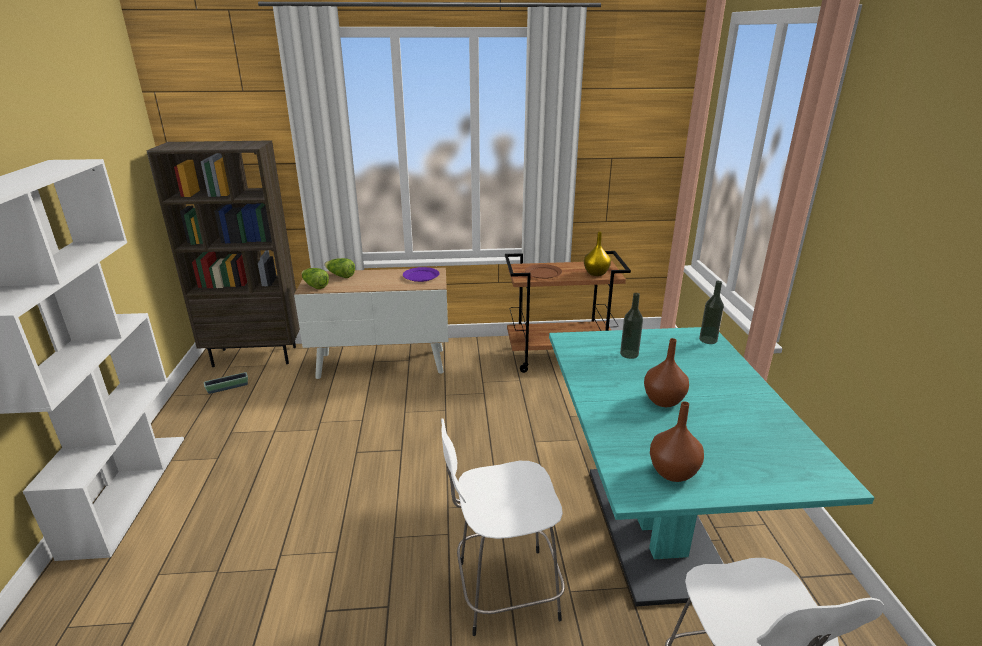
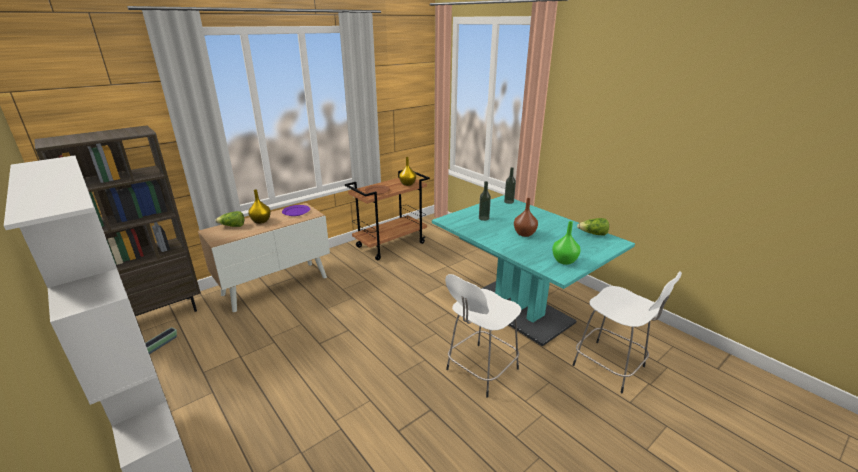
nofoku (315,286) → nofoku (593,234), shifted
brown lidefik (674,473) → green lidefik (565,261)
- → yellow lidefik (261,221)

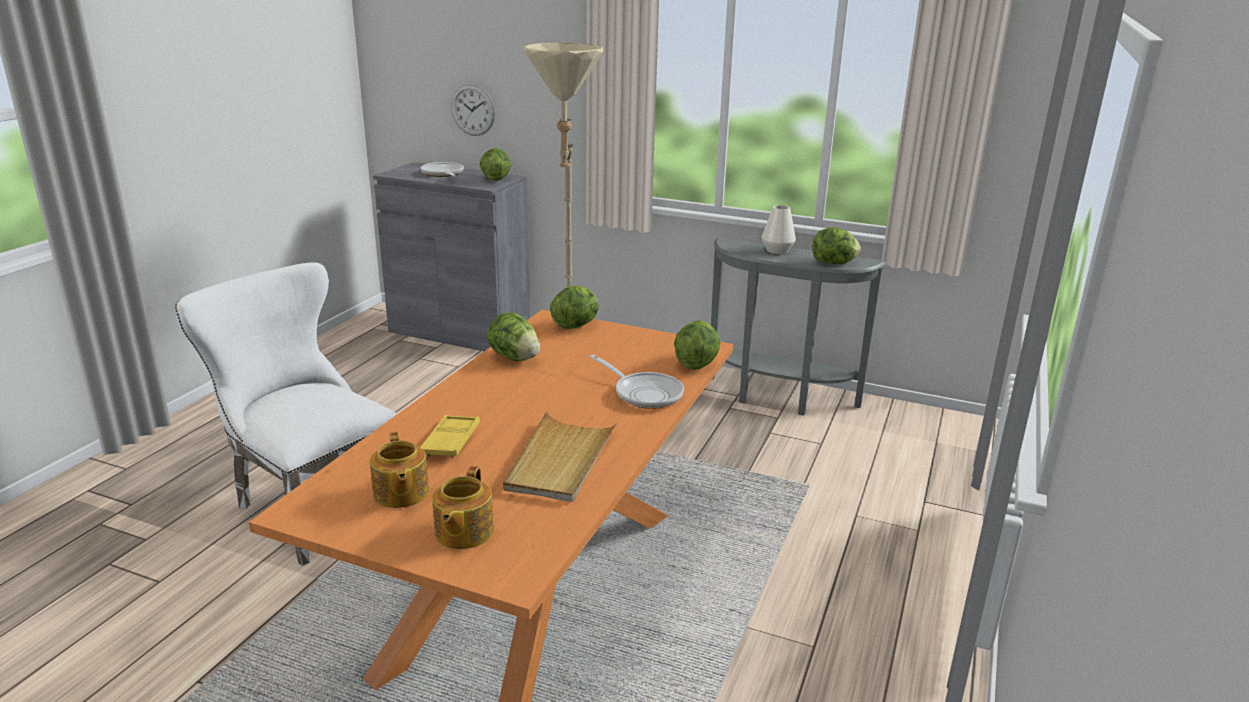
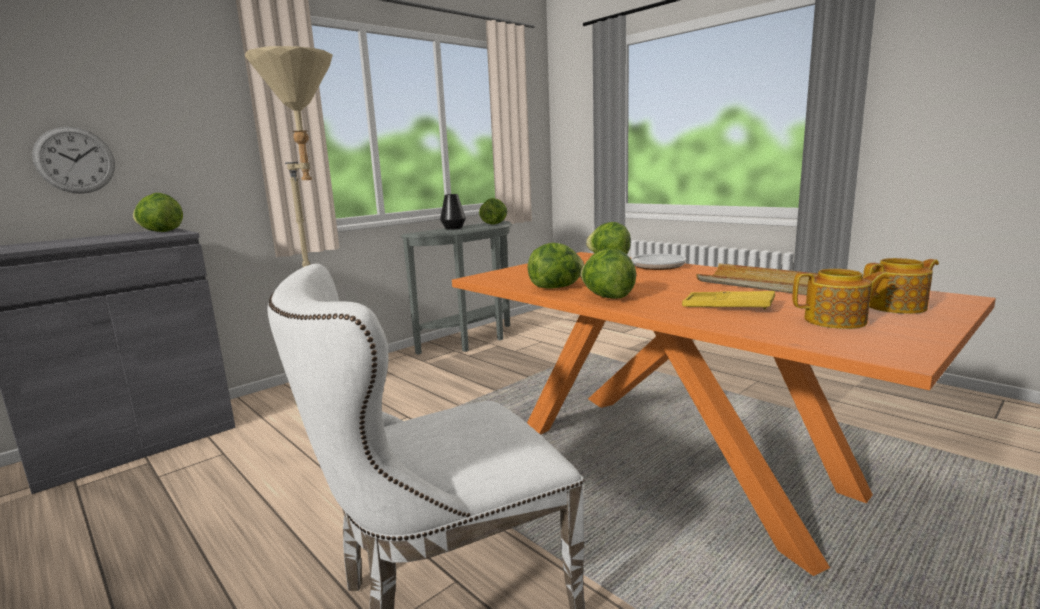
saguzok (443,174) → -
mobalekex (463,532) → mobalekex (897,307), 45 degrees counterclockwise
nofoku (576,325) → nofoku (607,297), shifted
white lidefik (777,250) → black lidefik (453,228)

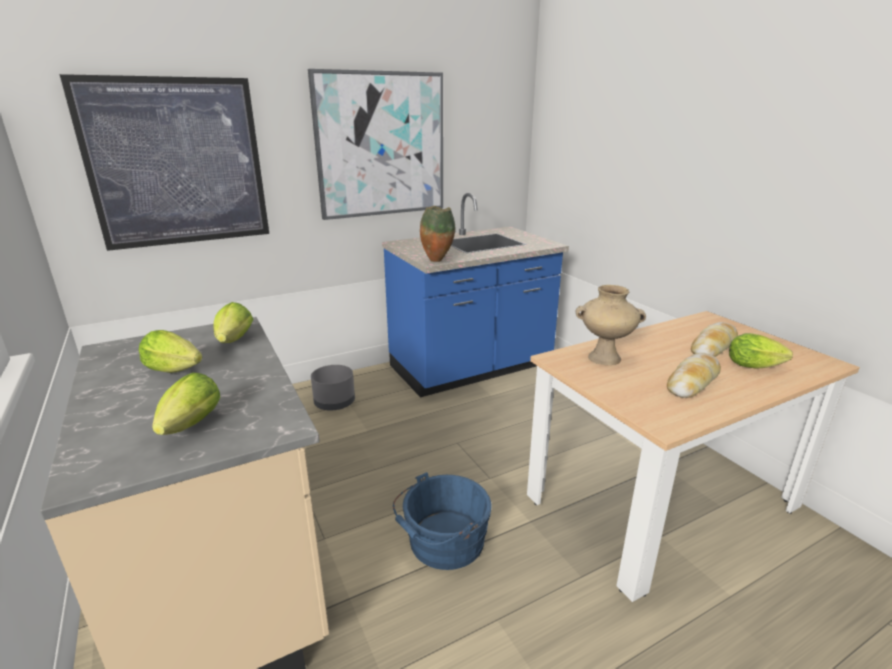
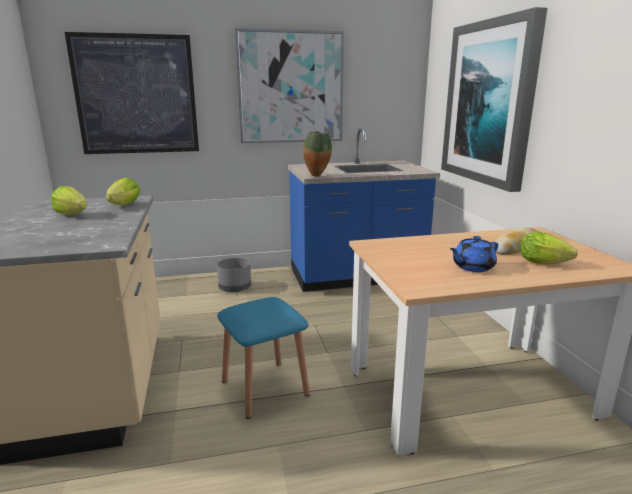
nofoku (189,427) → -
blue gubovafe (443,542) → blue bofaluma (264,388)
beige lidefik (605,358) → -
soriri (692,382) → blue mobalekex (472,267)
- → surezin (489,103)

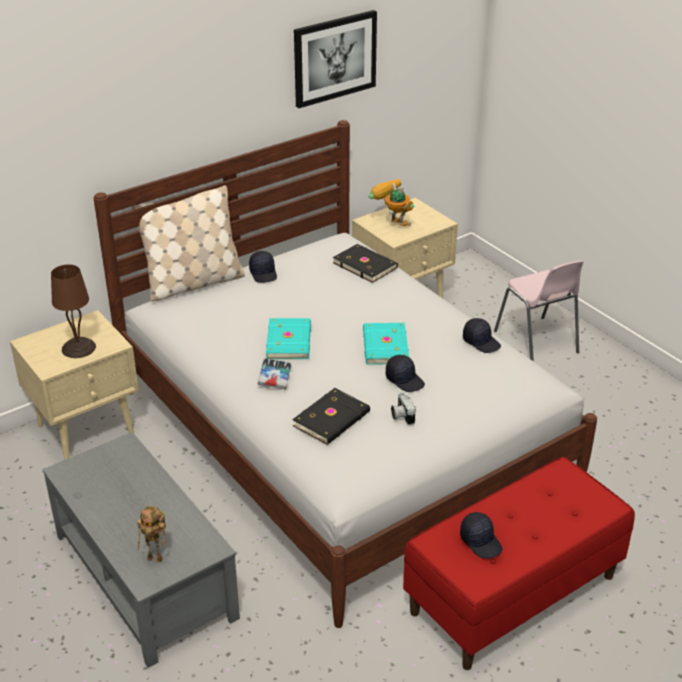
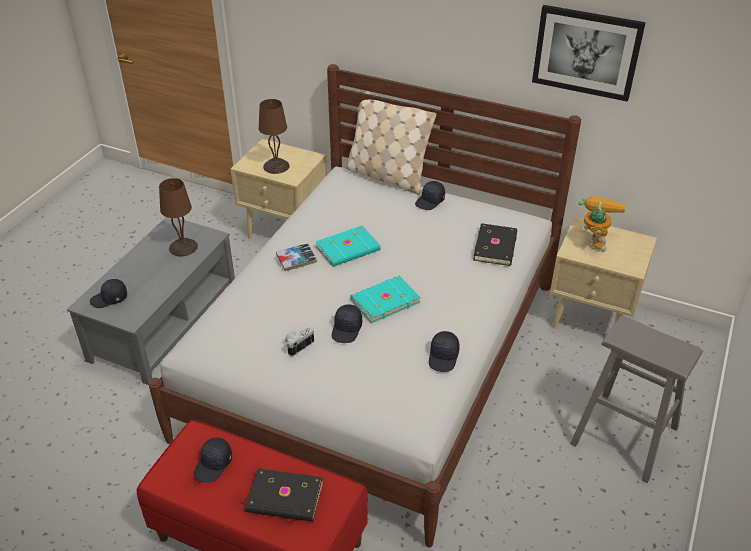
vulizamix (156,558) → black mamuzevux (109,299)
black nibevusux (332,419) → black nibevusux (285,499), shifted
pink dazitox (536,342) → grey bofaluma (624,435)
- → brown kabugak (183,247)

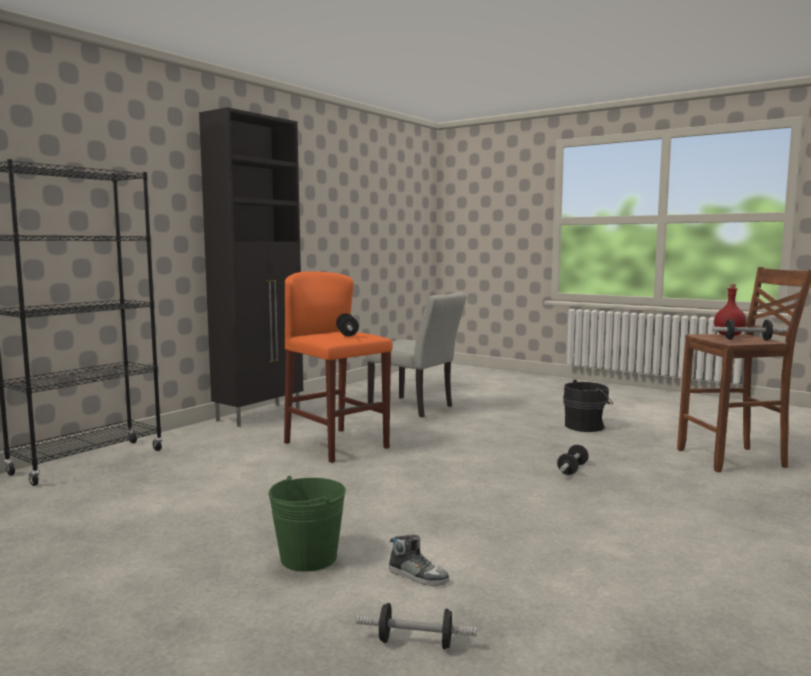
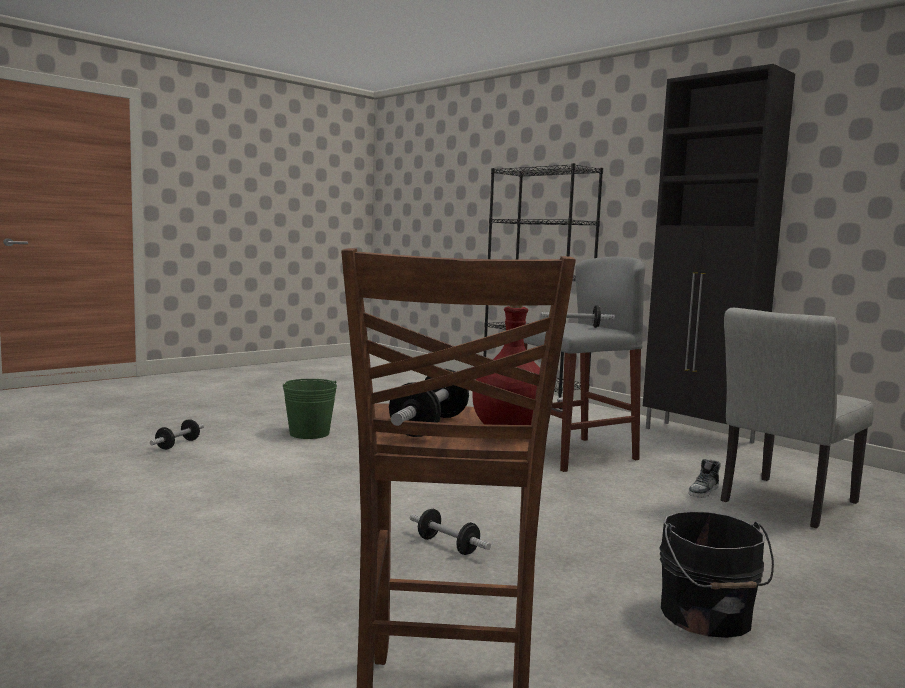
orange bofaluma (336,445) → grey bofaluma (574,454)
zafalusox (418,576) → zafalusox (703,491), shifted

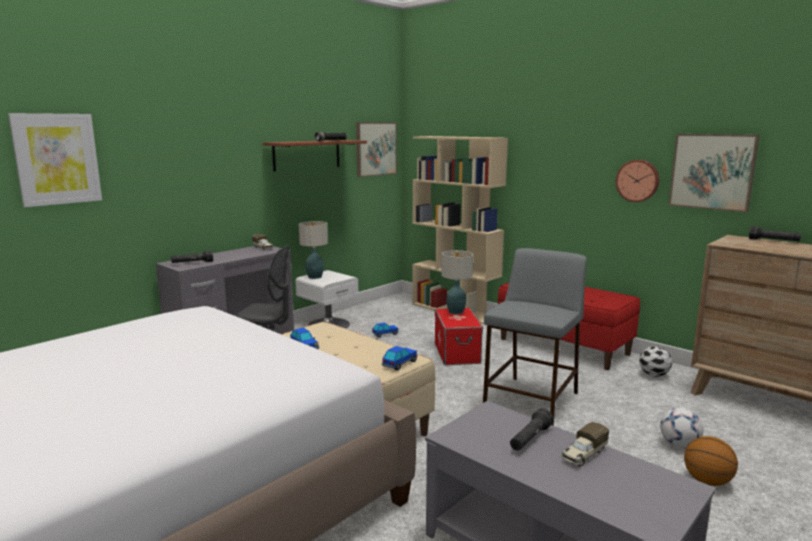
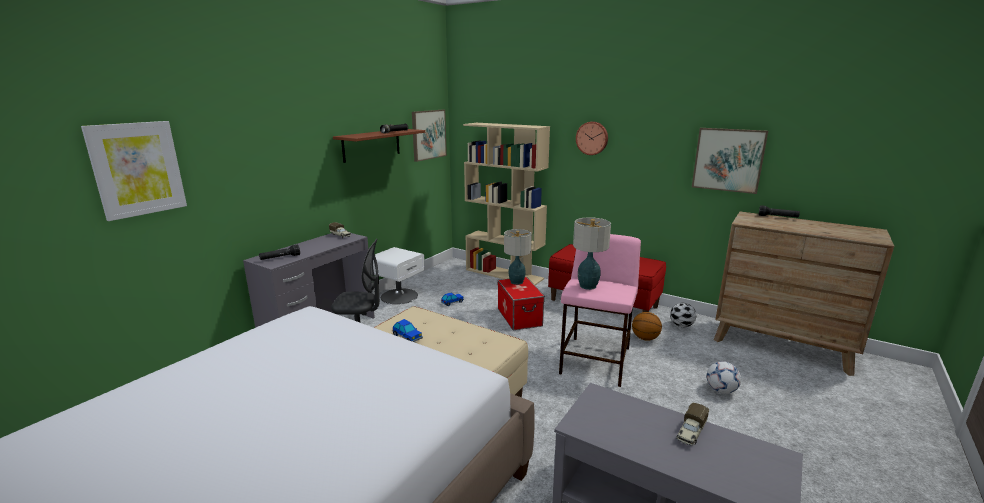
kabugak (315,277) → kabugak (587,286), shifted
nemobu (399,364) → -
grey bofaluma (531,402) → pink bofaluma (595,361)
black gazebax (530,439) → -
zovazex (638,180) → zovazex (592,138), shifted
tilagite (707,481) → tilagite (645,338), shifted

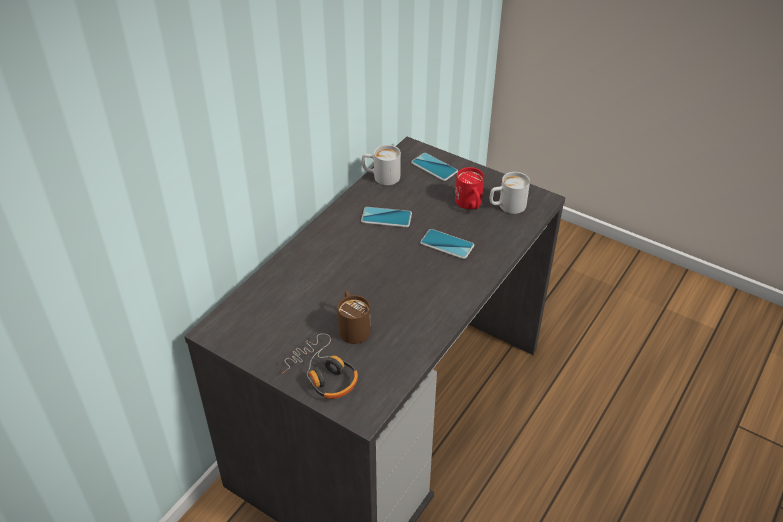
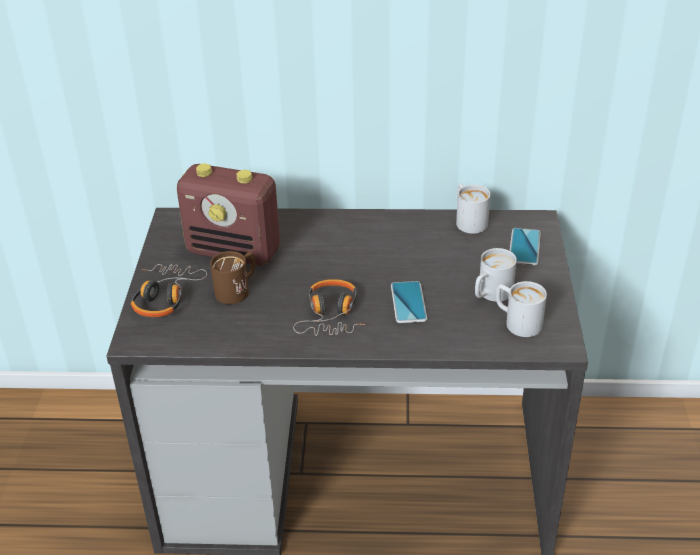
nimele (386,217) → -
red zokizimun (470,204) → white zokizimun (490,294)
- → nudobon (235,251)
- → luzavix (331,316)

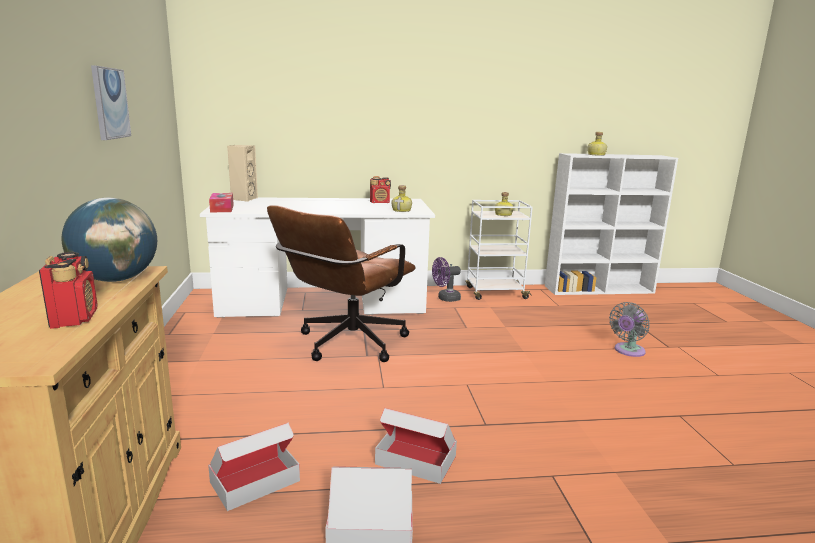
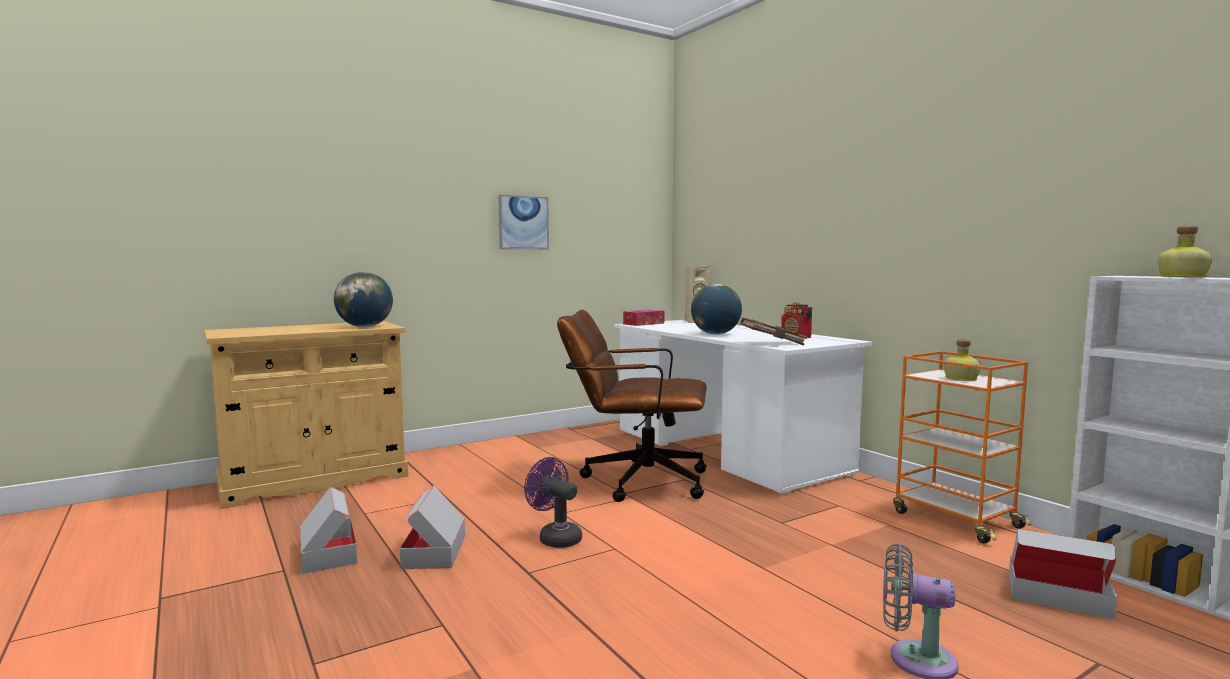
nudobon (74,318) → -
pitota (255,481) → pitota (1058,596), shifted
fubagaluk (402,210) → brown nibevusux (772,343)
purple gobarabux (445,298) → purple gobarabux (555,538), shifted
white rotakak (495,293) → orange rotakak (954,519)
- → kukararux (716,334)

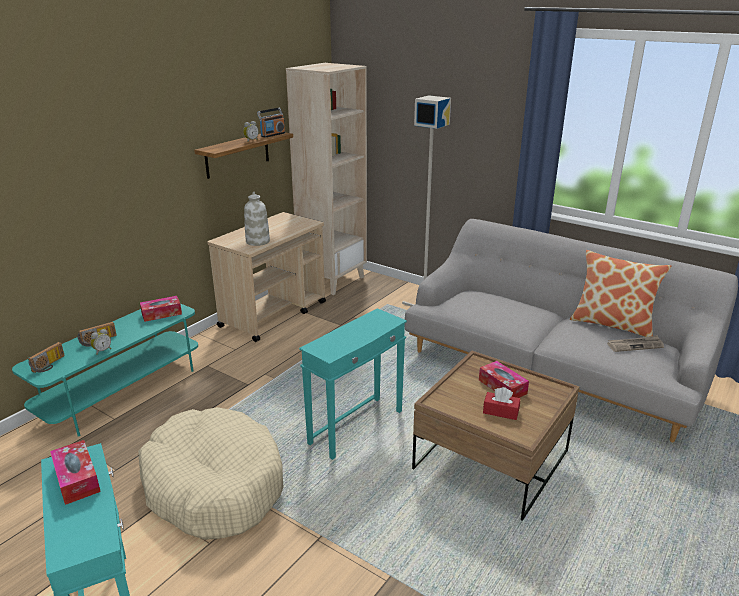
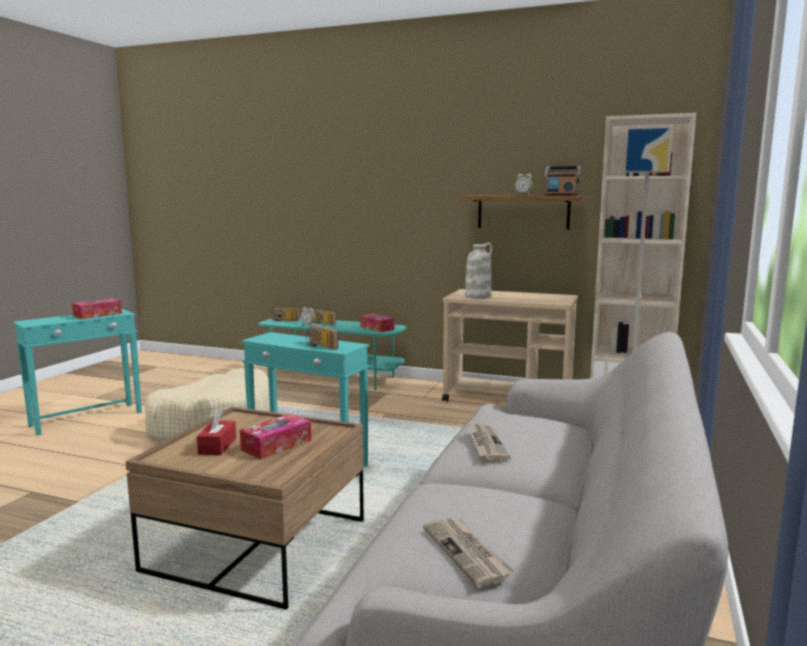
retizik (612,324) → -
- → nudobon (319,346)
- → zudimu (485,444)

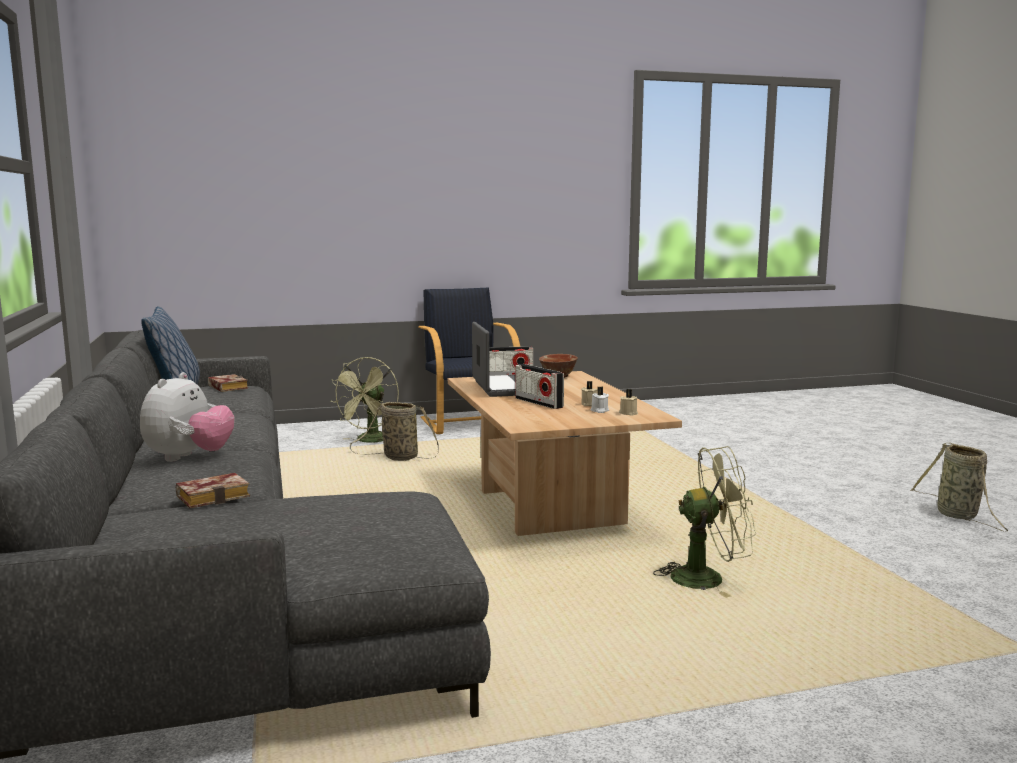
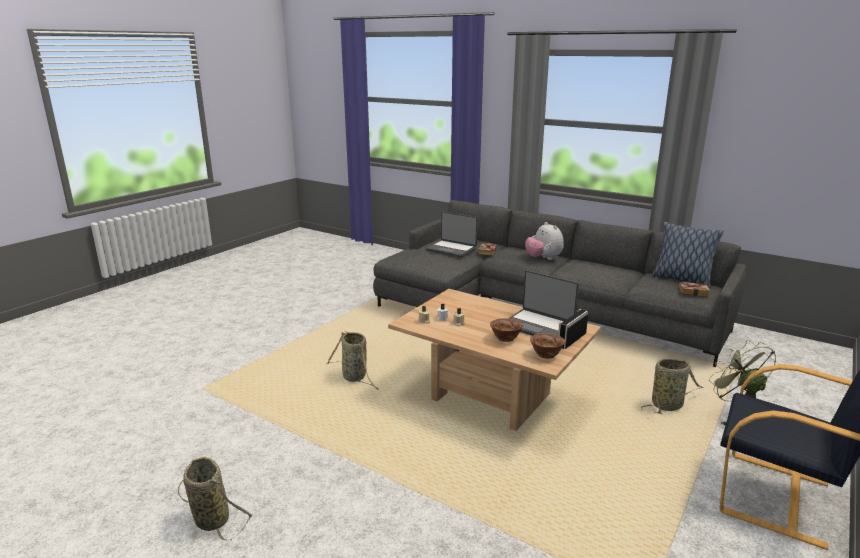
nudobon (539,403) → -
green gobarabux (708,578) → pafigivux (355,377)
- → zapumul (451,249)
- → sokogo (505,339)

